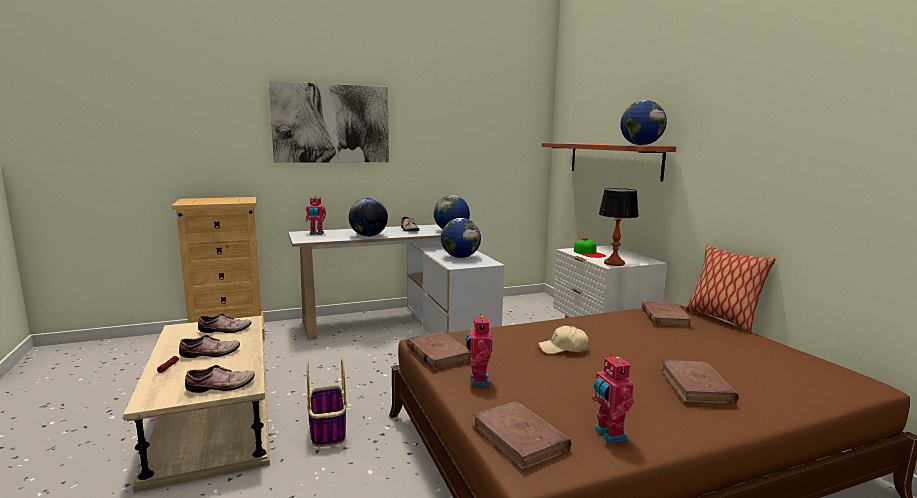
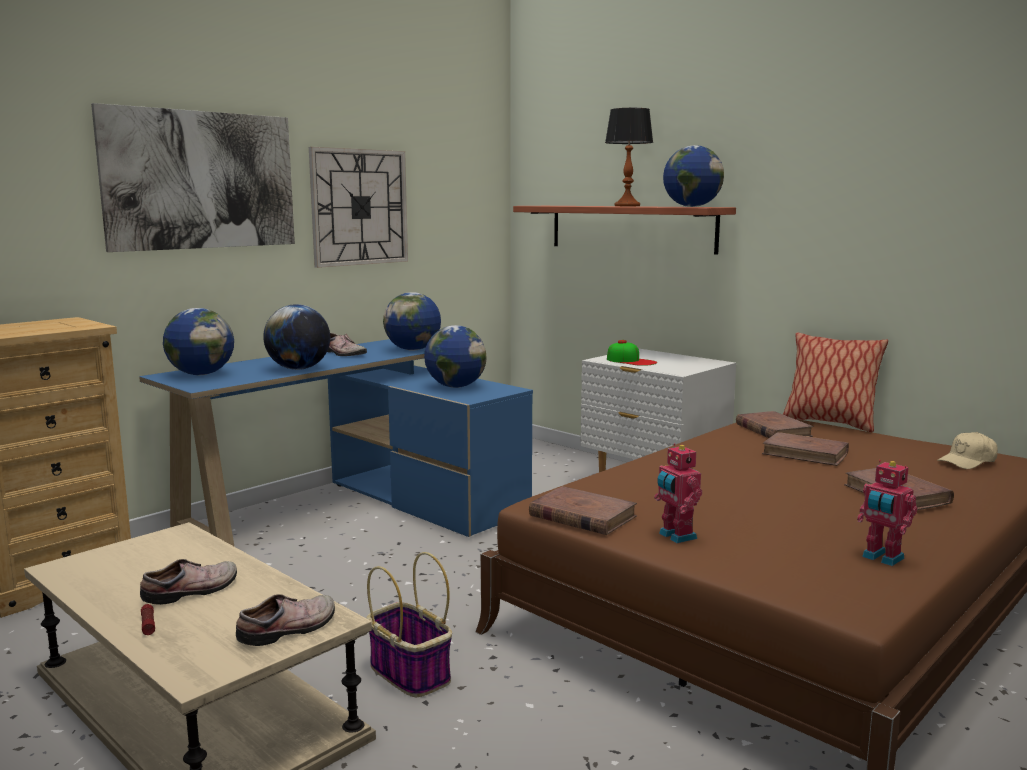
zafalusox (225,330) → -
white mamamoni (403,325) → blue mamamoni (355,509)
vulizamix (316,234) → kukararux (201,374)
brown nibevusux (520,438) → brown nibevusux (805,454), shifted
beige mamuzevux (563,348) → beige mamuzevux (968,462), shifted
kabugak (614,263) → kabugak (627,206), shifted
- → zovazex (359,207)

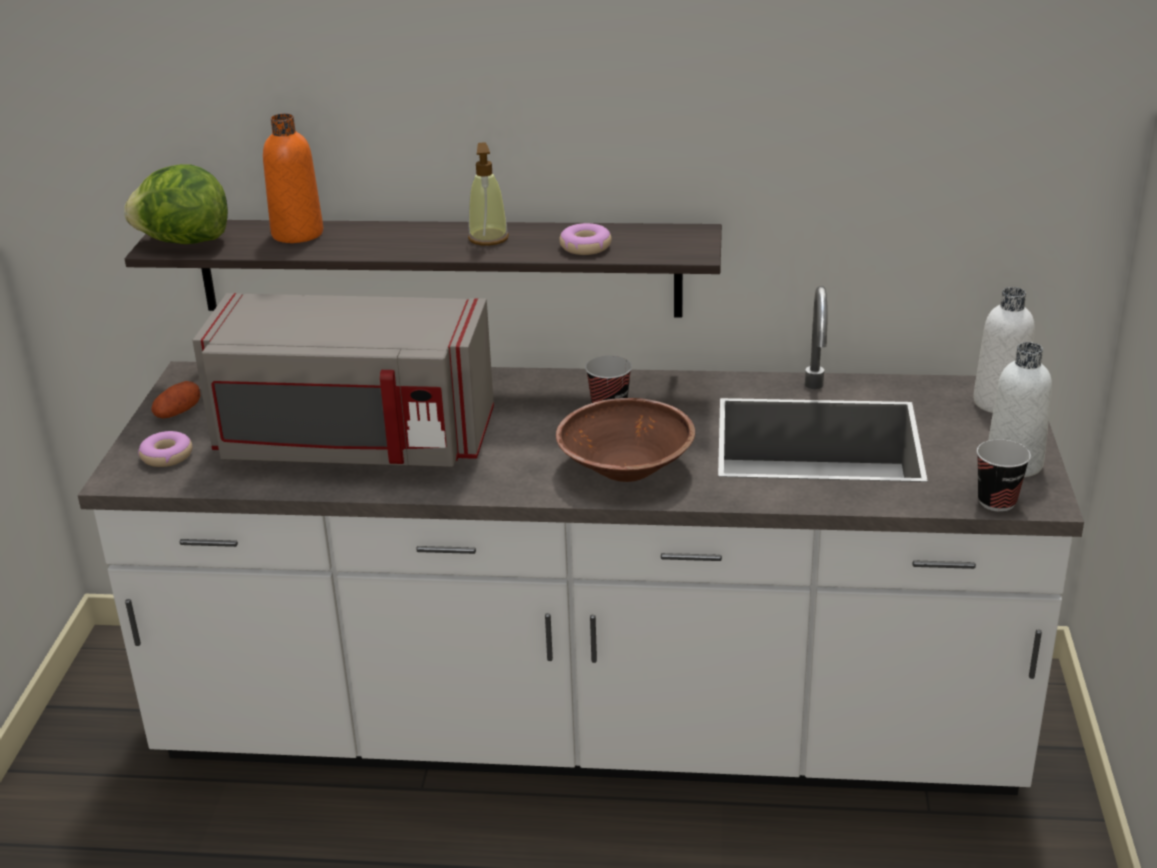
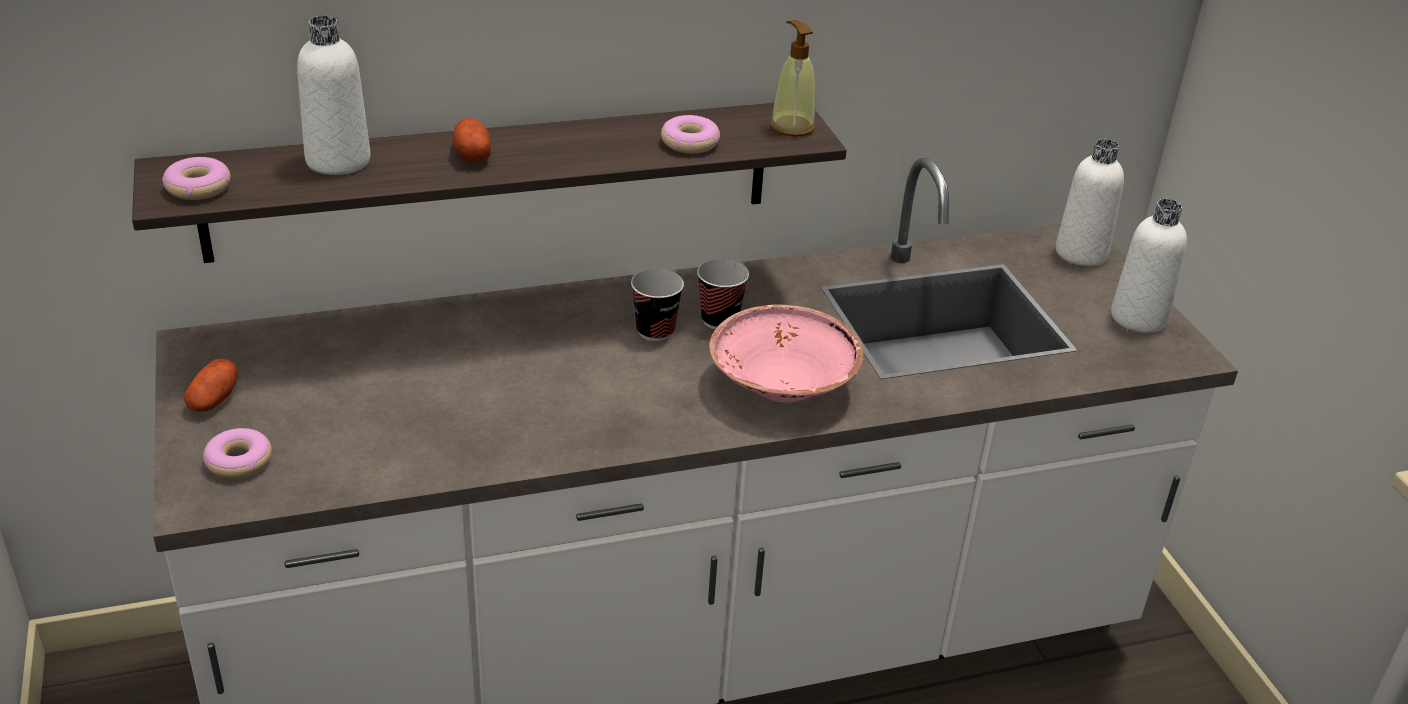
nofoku (184,242) → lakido (198,187)
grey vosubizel (353,443) → -
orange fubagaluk (297,234) → white fubagaluk (338,161)
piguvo (488,238) → piguvo (792,127), shifted
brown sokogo (627,468) → pink sokogo (783,385)
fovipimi (997,501) → fovipimi (655,331), shifted
- → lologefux (472,154)

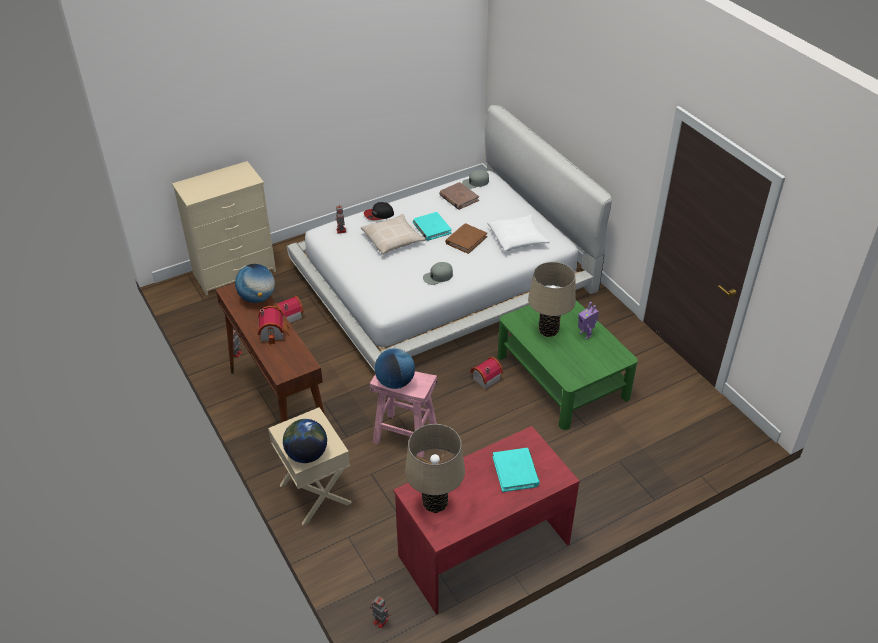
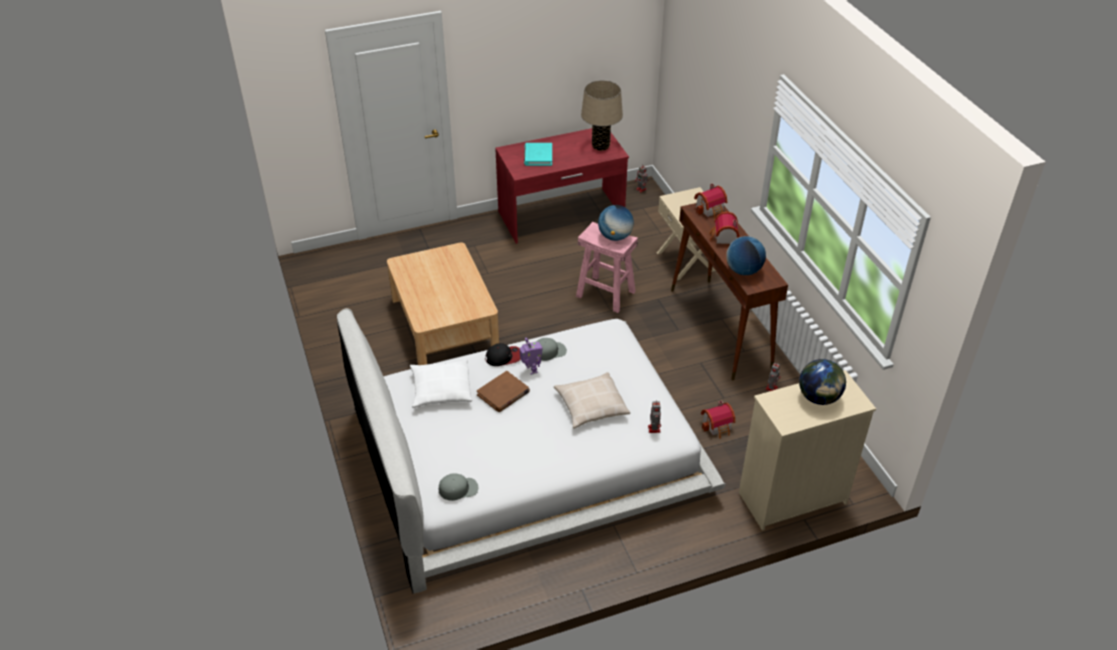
kukararux (306,454) → kukararux (819,397), shifted
mamuzevux (378,215) → mamuzevux (503,357), shifted
turquoise nibevusux (431,228) → -
brown nibevusux (458,198) → -
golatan (484,379) → golatan (711,209), shifted
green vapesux (562,377) → beige vapesux (444,324)
beige kabugak (548,330) → -
vulizamix (586,334) → vulizamix (531,370), shifted

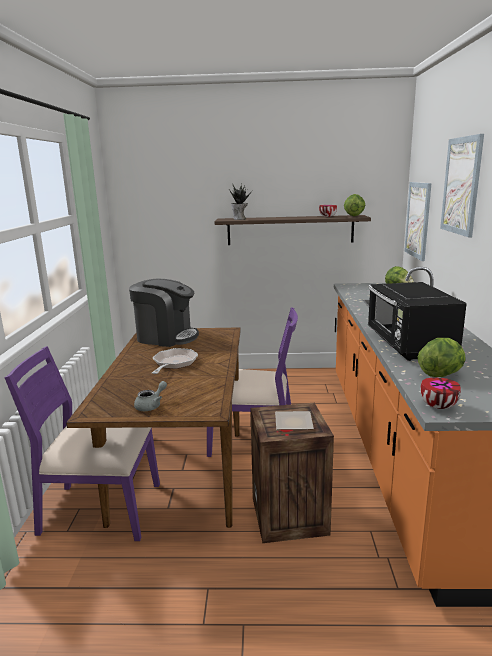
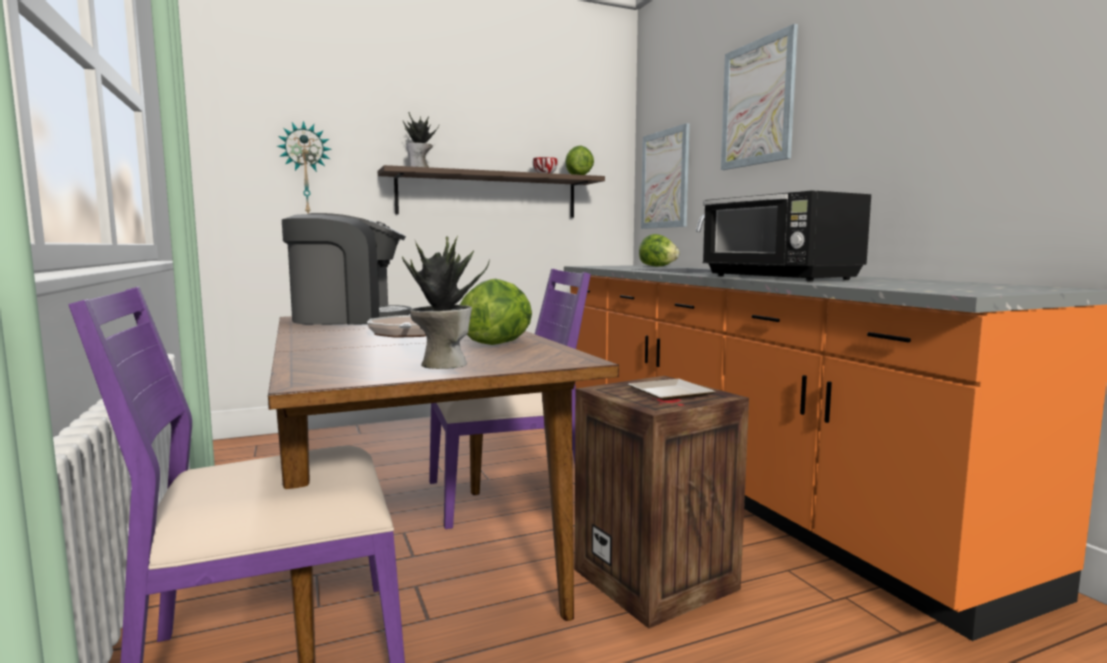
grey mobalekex (151,405) → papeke (442,364)
nofoku (441,374) → nofoku (498,343), shifted
sokogo (437,406) → -
- → zovazex (305,169)

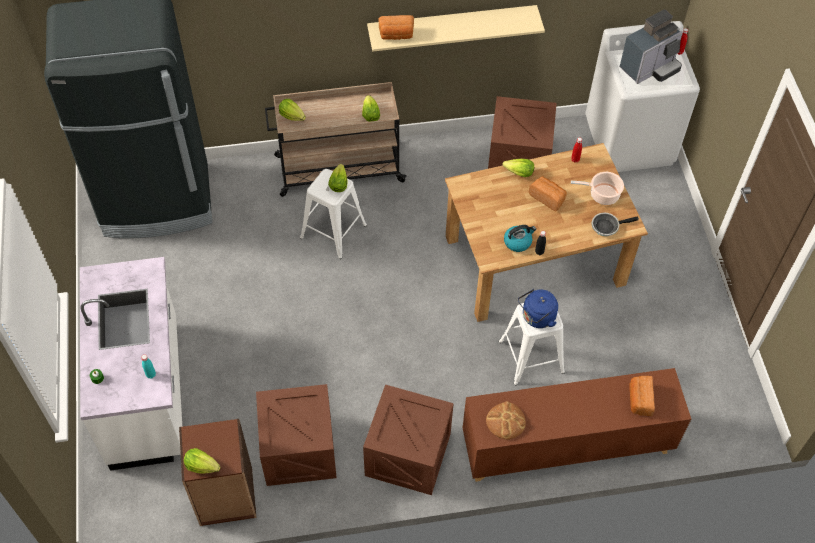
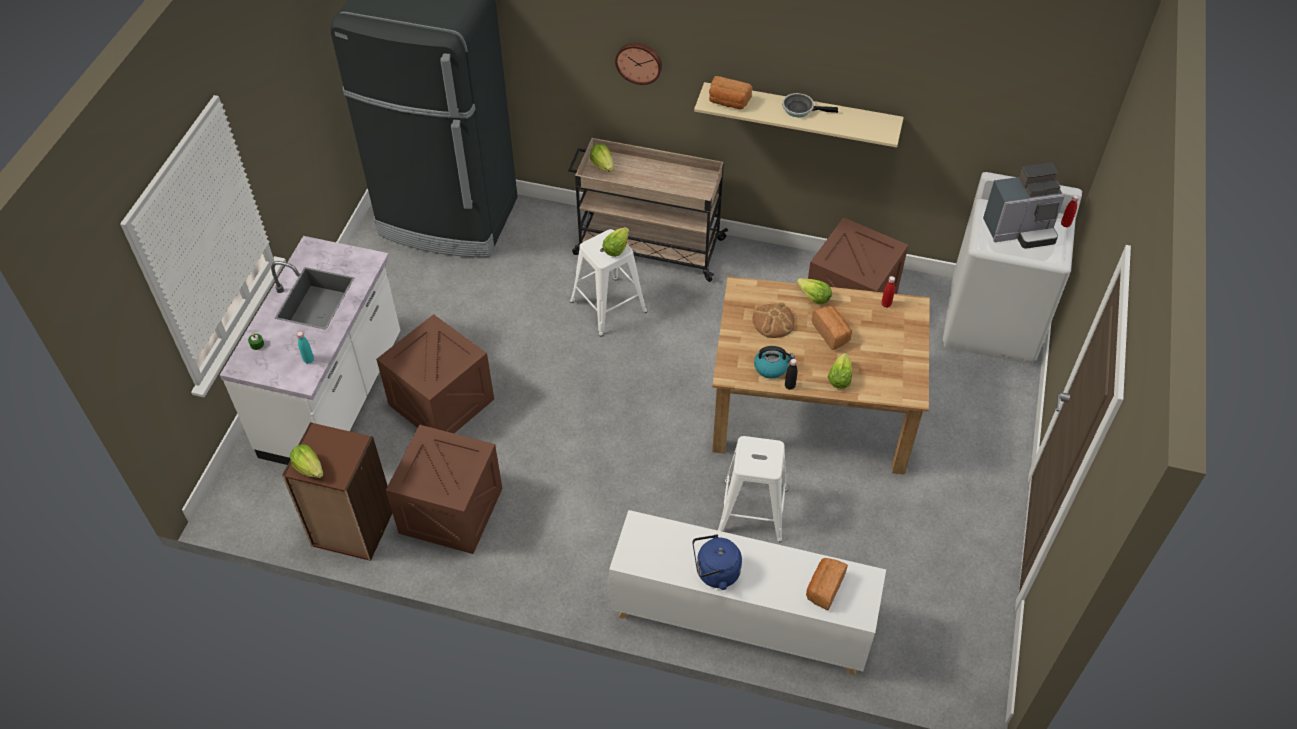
nofoku (370,115) → nofoku (839,379), shifted
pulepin (408,454) → pulepin (441,402), shifted
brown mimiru (566,445) → white mimiru (740,620)
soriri (506,421) → soriri (773,321), shifted
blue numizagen (537,318) → blue numizagen (715,573), shifted
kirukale (602,195) → -
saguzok (607,226) → saguzok (800,109), shifted
- → zovazex (639,62)

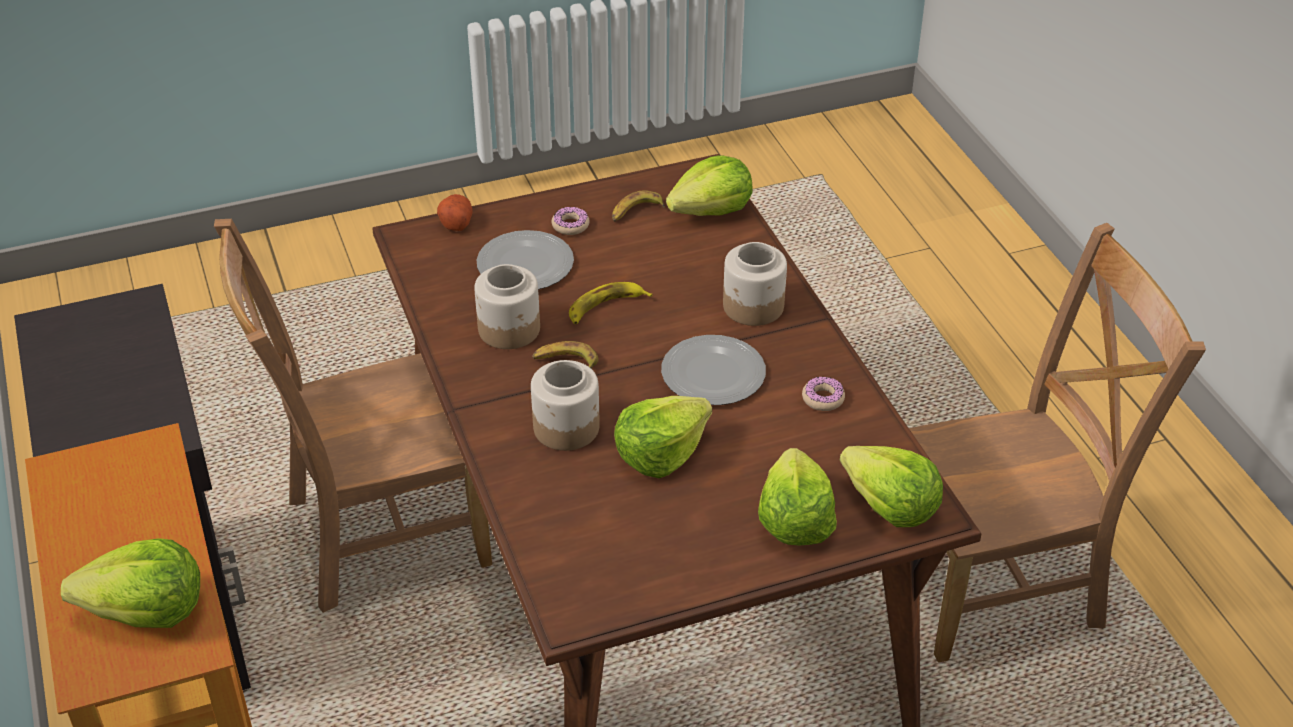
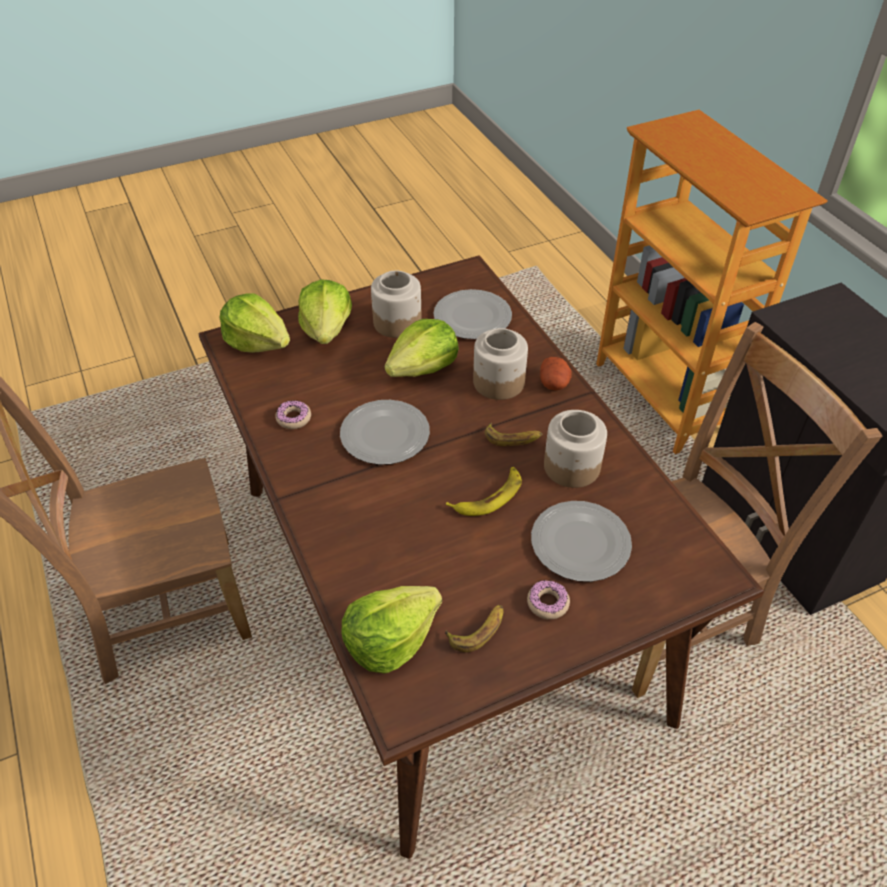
nofoku (146,612) → -
lologefux (455,222) → lologefux (554,383), shifted
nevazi (753,307) → nevazi (397,322), shifted
- → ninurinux (472,318)

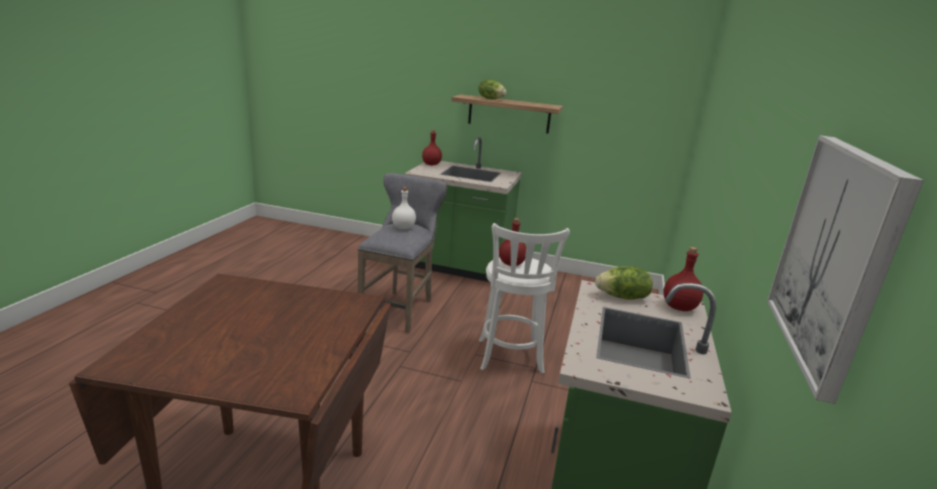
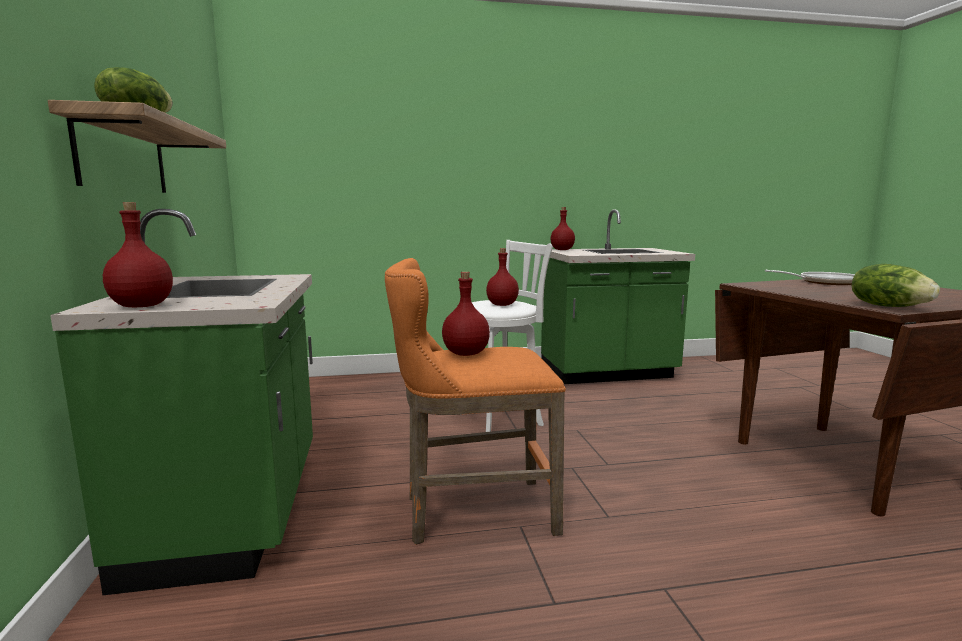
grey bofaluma (400,308) → orange bofaluma (471,513)
white fubagaluk (403,227) → red fubagaluk (465,353)
nofoku (623,297) → nofoku (888,306), shifted
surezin (834,257) → -
- → saguzok (823,282)

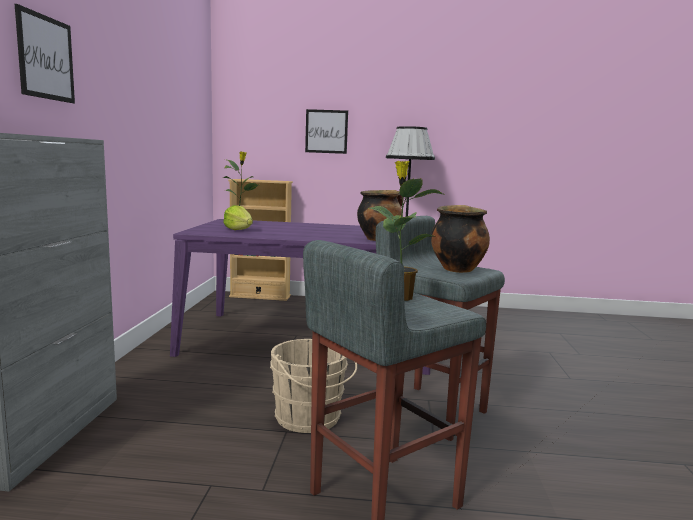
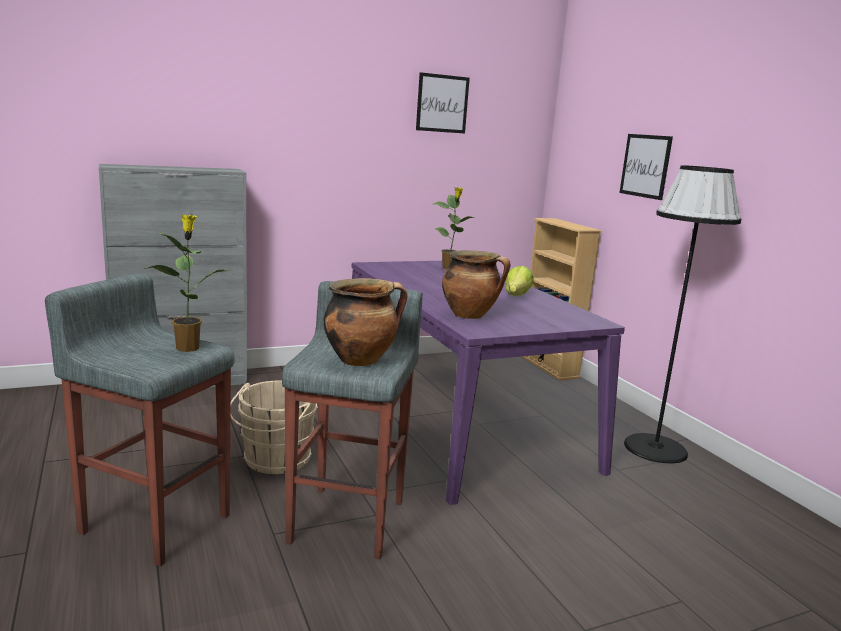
surezin (46,57) → surezin (442,103), shifted
nofoku (239,230) → nofoku (516,295), shifted

